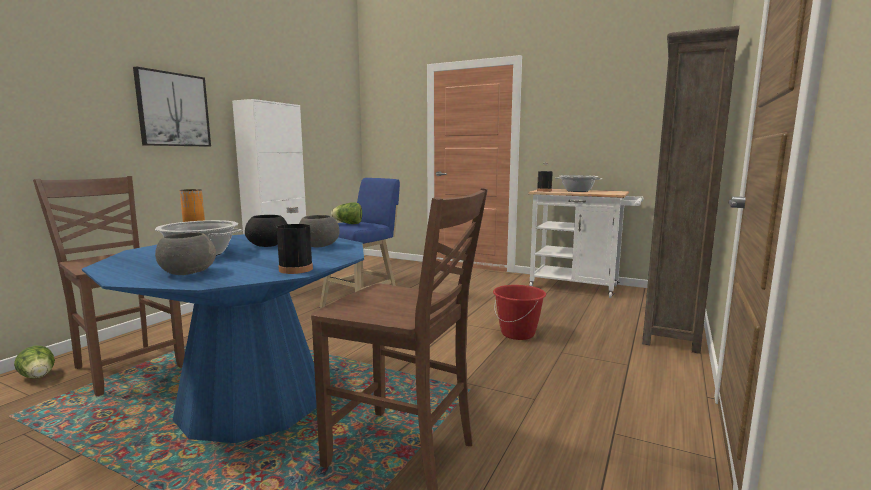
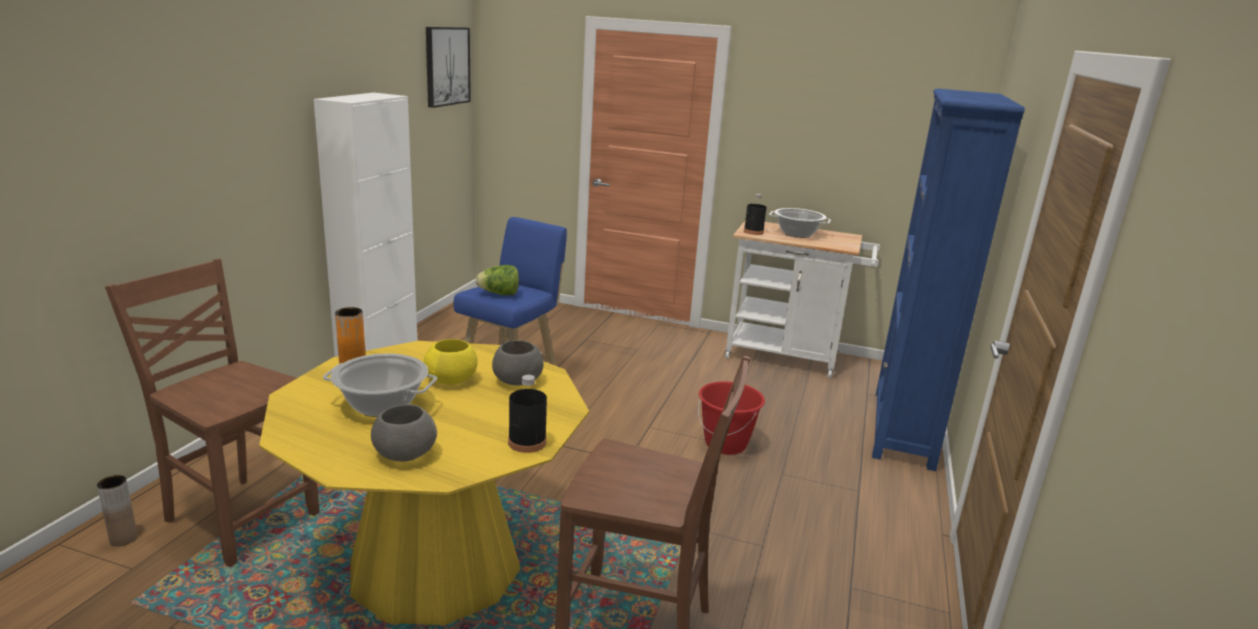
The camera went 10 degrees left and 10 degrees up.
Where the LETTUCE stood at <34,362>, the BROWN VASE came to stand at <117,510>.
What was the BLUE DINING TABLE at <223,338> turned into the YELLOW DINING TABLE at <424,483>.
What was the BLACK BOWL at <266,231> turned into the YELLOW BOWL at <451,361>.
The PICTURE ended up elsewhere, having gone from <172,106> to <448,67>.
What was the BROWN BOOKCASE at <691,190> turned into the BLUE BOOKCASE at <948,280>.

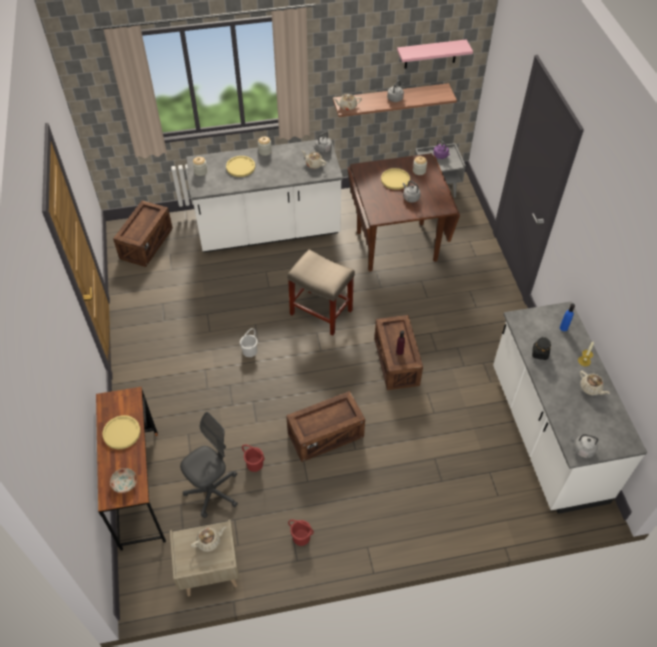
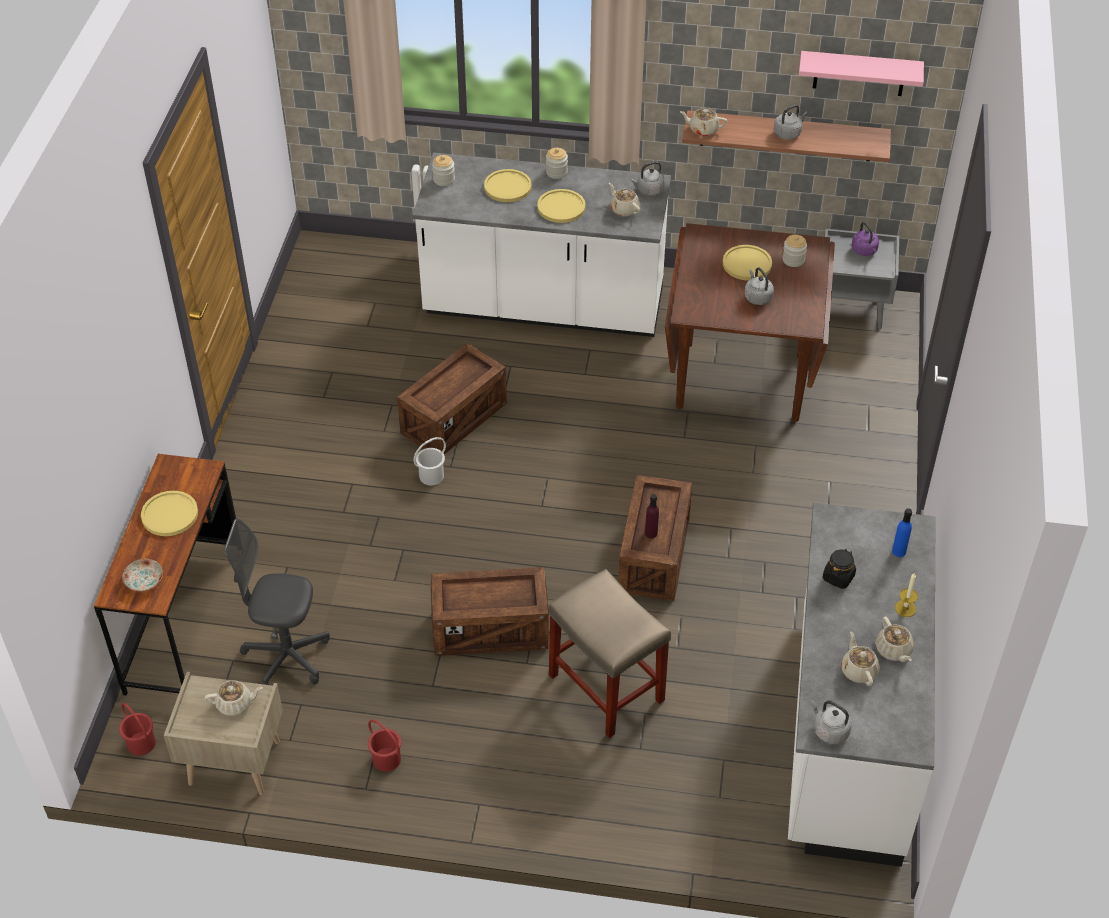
The camera went 20 degrees right and 5 degrees down.
The RED BUCKET ended up elsewhere, having gone from <253,458> to <137,729>.
The GREY OFFICE CHAIR at <209,465> ended up facing another way, 150 degrees counterclockwise from before.
The CRATE ended up elsewhere, having gone from <143,233> to <452,398>.
The second view gained the YELLOW PLATE at <561,206>.
The BEIGE STOOL ended up elsewhere, having gone from <321,292> to <609,653>.
The second view gained the BEIGE TEAPOT at <860,658>.

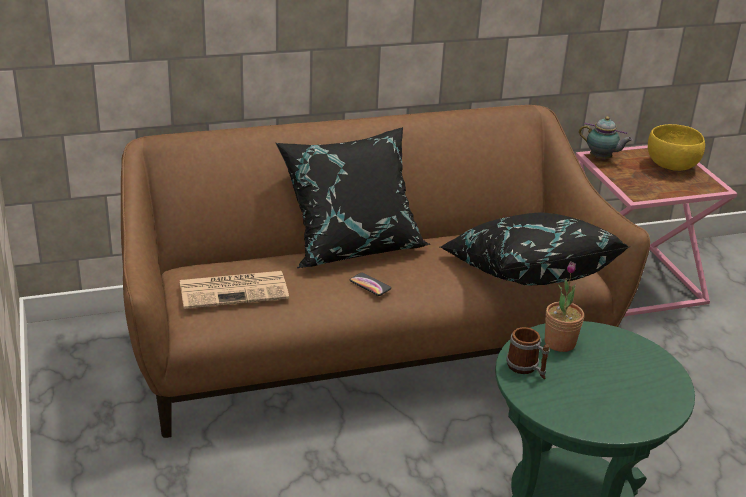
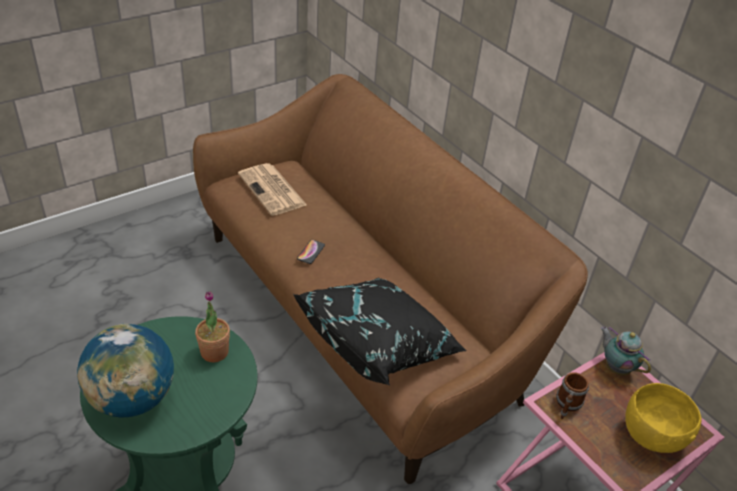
The camera went 70 degrees right and 10 degrees up.
The second view gained the GLOBE at <125,370>.
The MUG ended up elsewhere, having gone from <528,353> to <572,395>.
The TEAPOT at <606,138> ended up facing another way, 135 degrees clockwise from before.
The second view lost the BLACK PILLOW at <353,197>.

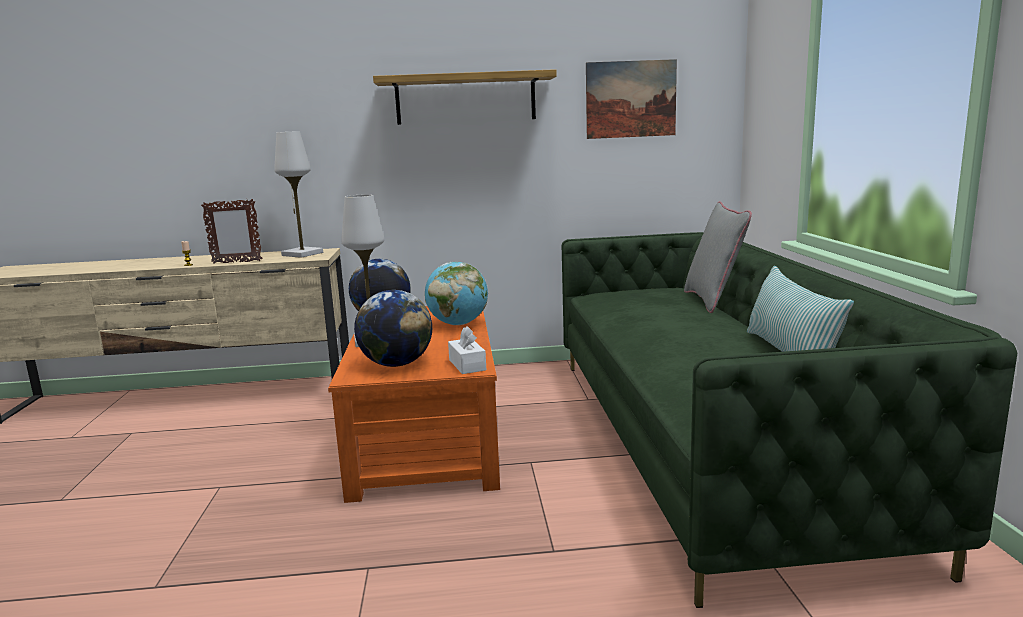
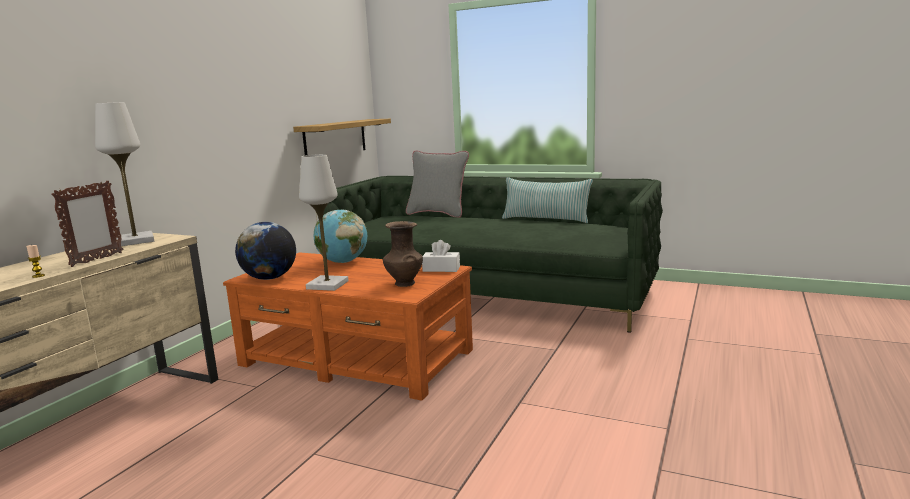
The camera went 60 degrees left and 0 degrees up.
The SHELF ended up elsewhere, having gone from <465,97> to <342,137>.
Where the GLOBE stood at <393,328>, the BROWN VASE came to stand at <403,254>.
The second view lost the PICTURE at <631,99>.

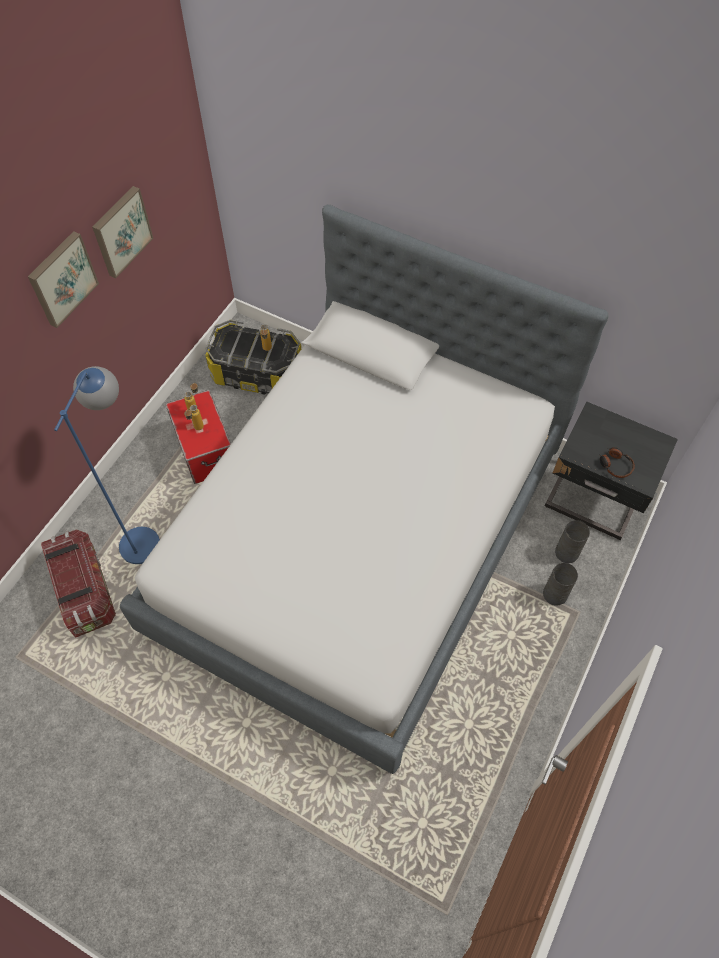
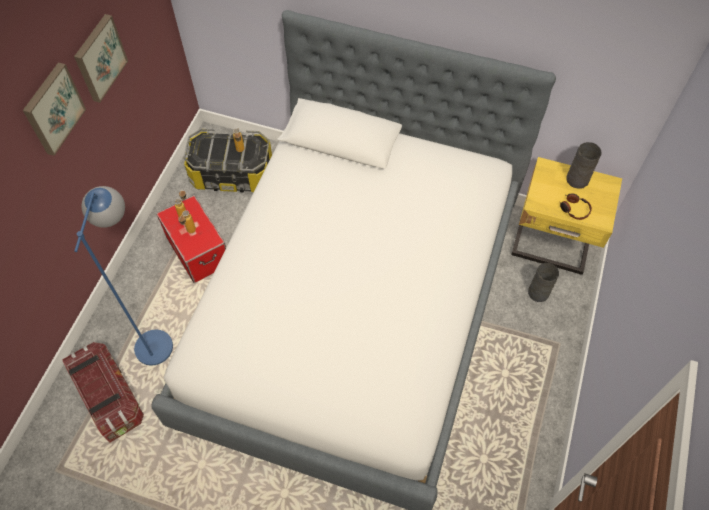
The camera went 10 degrees left and 0 degrees up.
What was the BLACK NIGHTSTAND at <611,471> turned into the YELLOW NIGHTSTAND at <566,216>.
The GREY VASE ended up elsewhere, having gone from <560,584> to <583,165>.

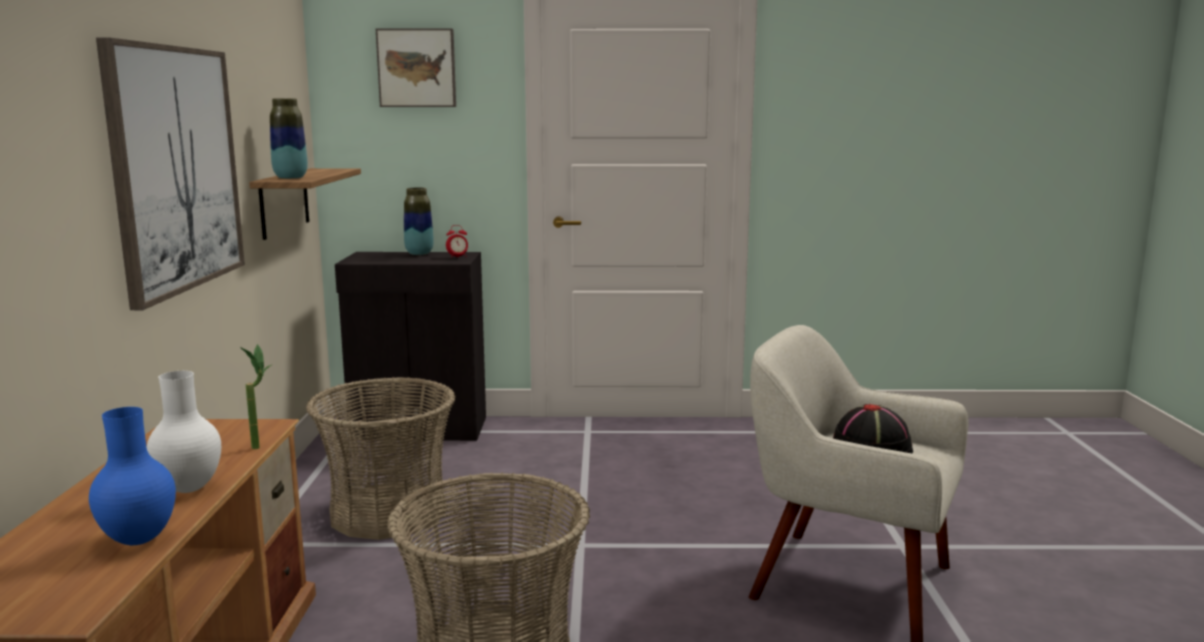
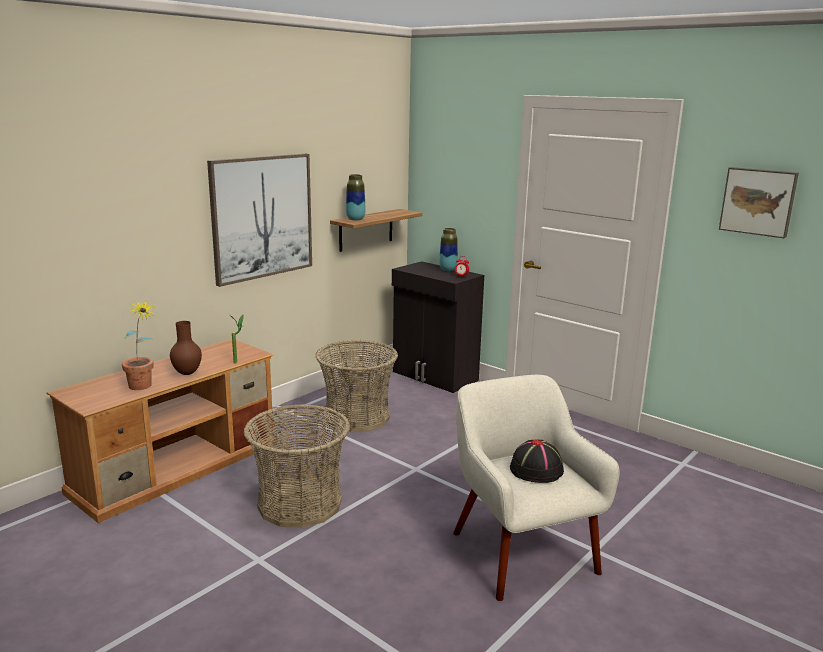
The camera went 40 degrees right and 5 degrees up.
Where the BLUE VASE stood at <132,476>, the POTTED PLANT came to stand at <139,345>.
What was the WHITE VASE at <184,432> turned into the BROWN VASE at <186,348>.
The PICTURE ended up elsewhere, having gone from <416,67> to <759,202>.

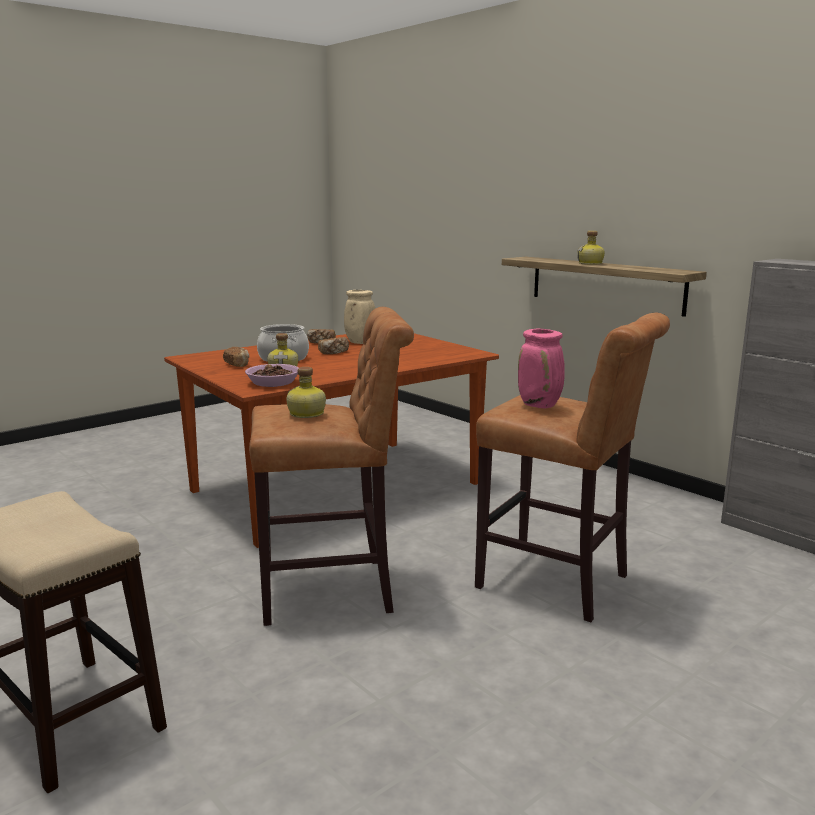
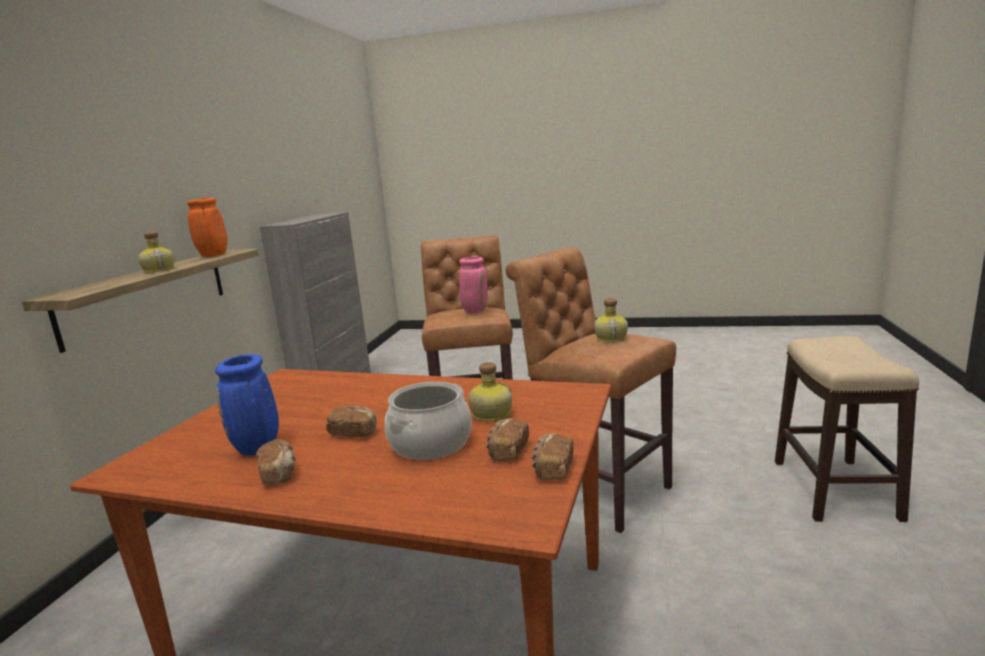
The camera went 125 degrees left and 0 degrees up.
The second view gained the ORANGE VASE at <207,227>.
What was the BEIGE VASE at <359,317> turned into the BLUE VASE at <247,404>.
The second view gained the BREAD at <552,457>.
The second view lost the BOWL at <272,375>.

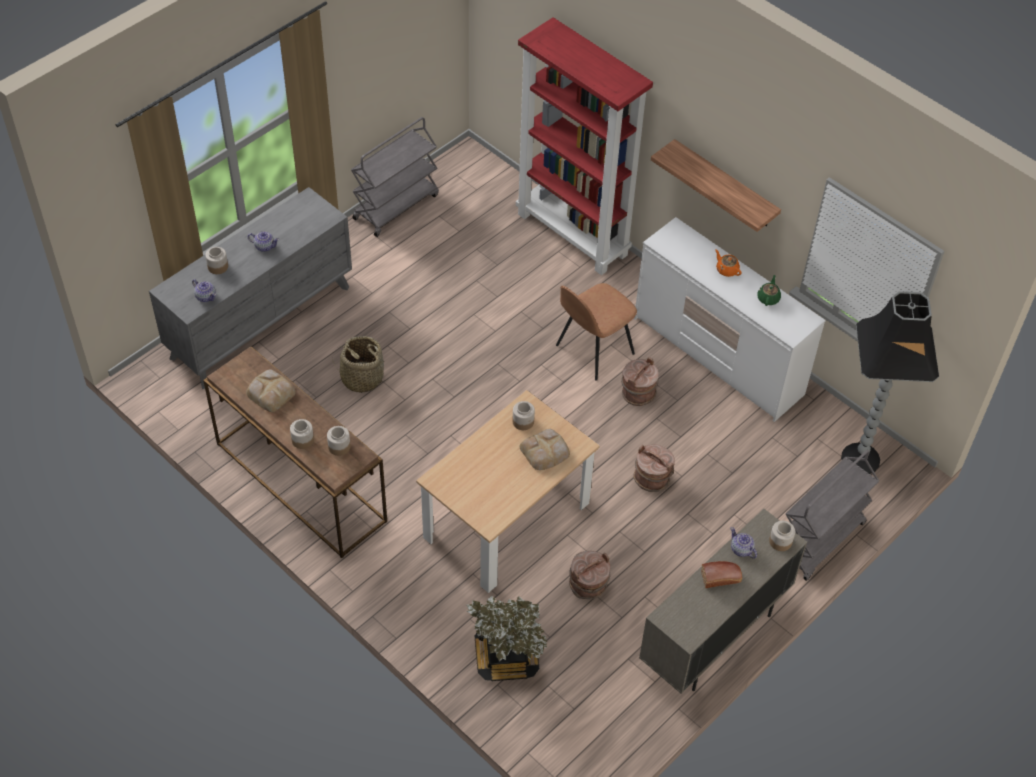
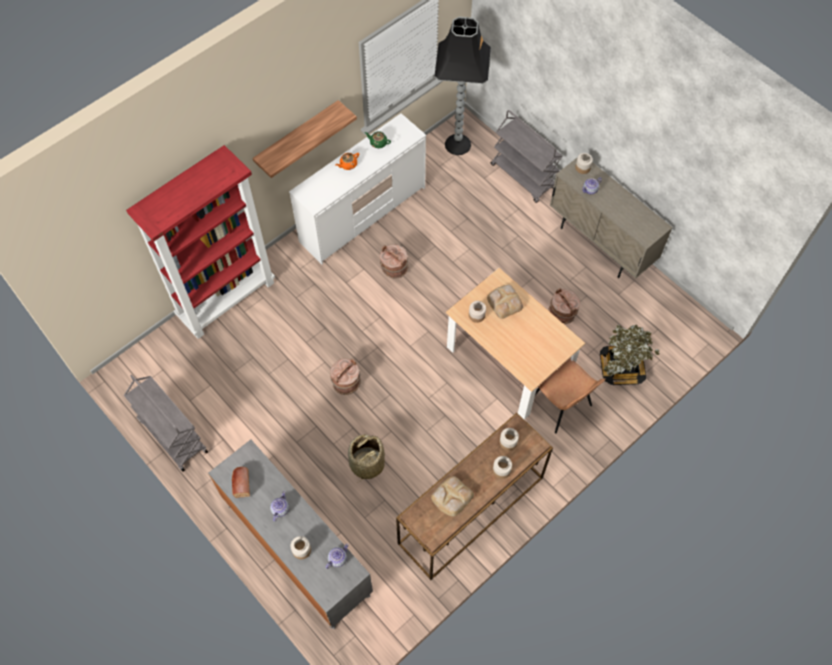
The camera went 85 degrees left and 10 degrees up.
The BREAD ended up elsewhere, having gone from <721,574> to <241,482>.
The BROWN BUCKET ended up elsewhere, having gone from <654,468> to <345,377>.
The BROWN CHAIR ended up elsewhere, having gone from <596,331> to <570,395>.

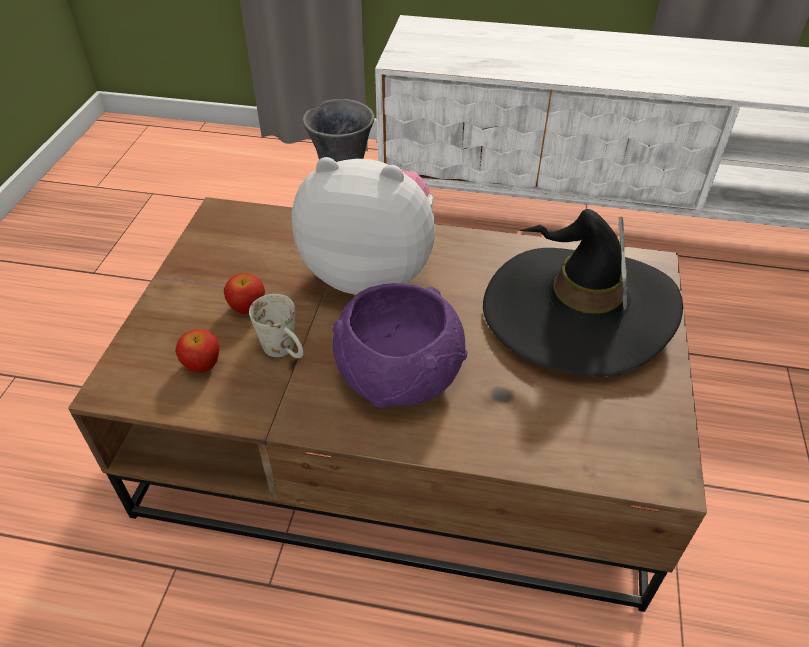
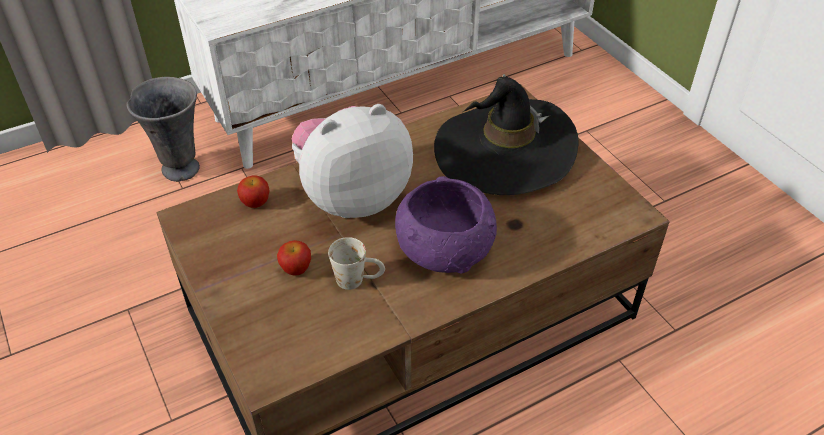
The camera went 40 degrees left and 0 degrees up.
The APPLE ended up elsewhere, having gone from <197,351> to <253,192>.

